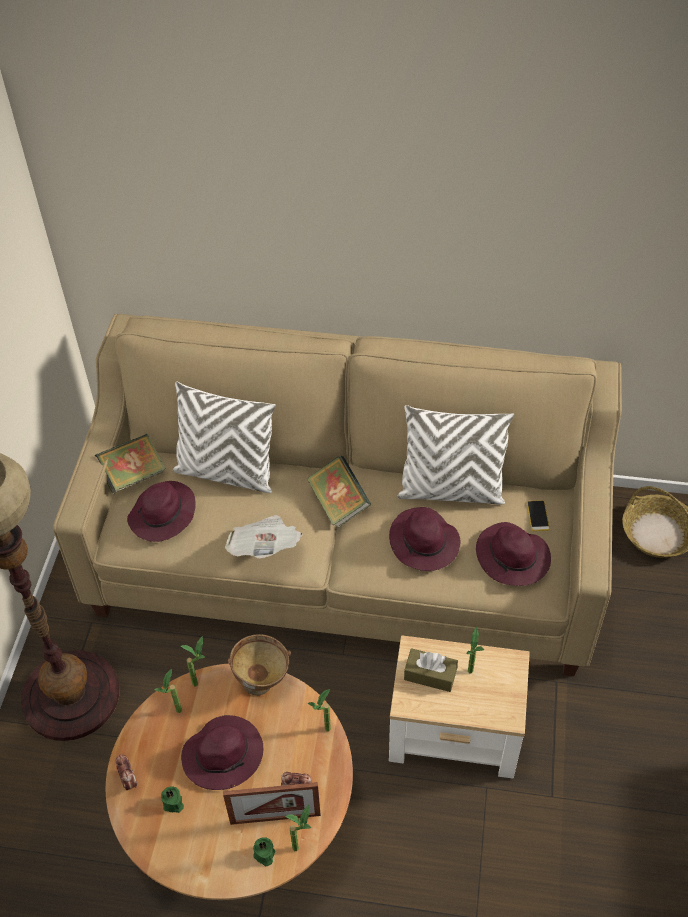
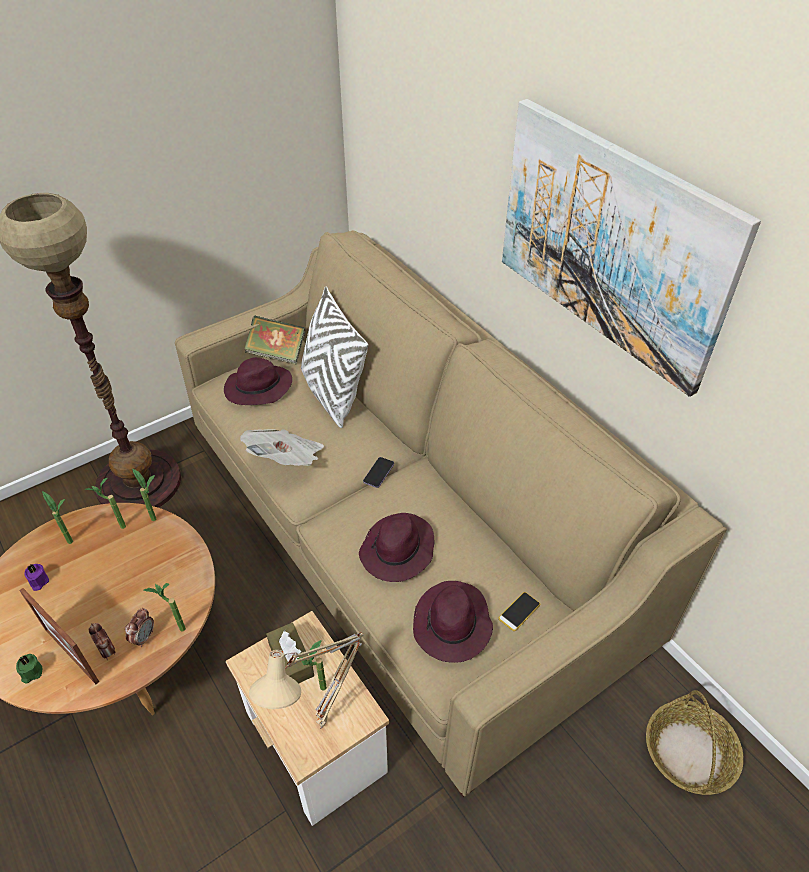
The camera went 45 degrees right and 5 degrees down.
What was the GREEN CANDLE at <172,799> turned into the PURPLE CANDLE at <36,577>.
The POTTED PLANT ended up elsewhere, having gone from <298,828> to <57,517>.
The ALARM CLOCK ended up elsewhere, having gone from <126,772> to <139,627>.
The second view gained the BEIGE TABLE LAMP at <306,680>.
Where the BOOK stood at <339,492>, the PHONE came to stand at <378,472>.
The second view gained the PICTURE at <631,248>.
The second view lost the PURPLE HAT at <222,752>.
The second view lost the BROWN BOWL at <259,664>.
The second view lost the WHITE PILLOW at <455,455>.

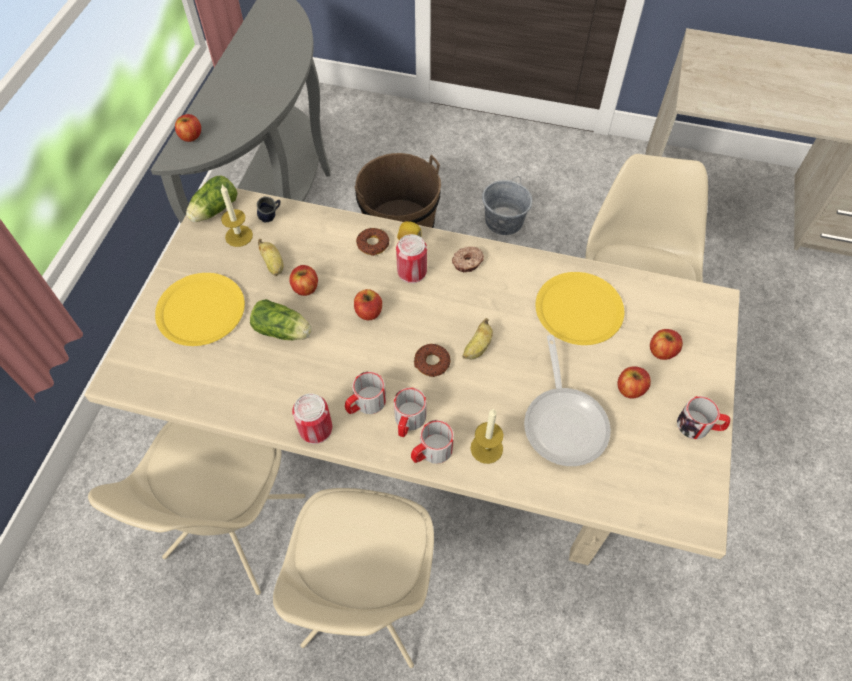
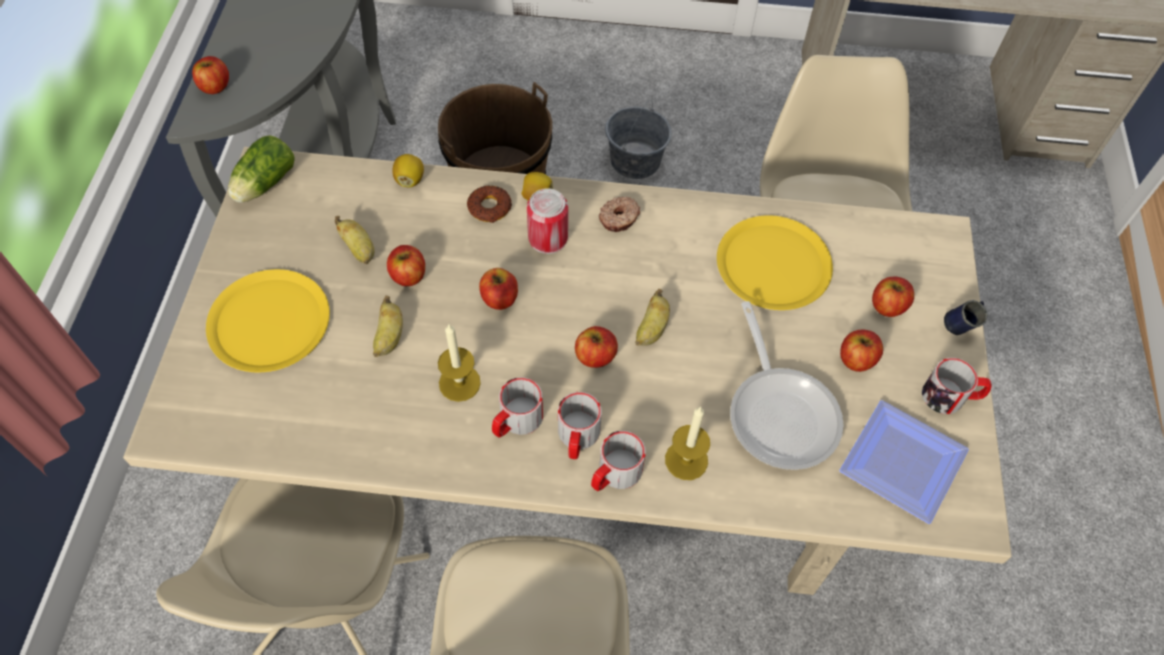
The camera went 10 degrees left and 0 degrees up.
Where the LETTUCE stood at <281,319>, the BANANA came to stand at <388,326>.
The second view gained the LEMON at <408,170>.
The CANDLE ended up elsewhere, having gone from <237,216> to <459,363>.
Where the DONUT stood at <432,360>, the APPLE came to stand at <596,347>.
The second view gained the PLATE at <904,462>.
The BLUE MUG ended up elsewhere, having gone from <269,210> to <966,317>.
The second view lost the CAN at <312,419>.

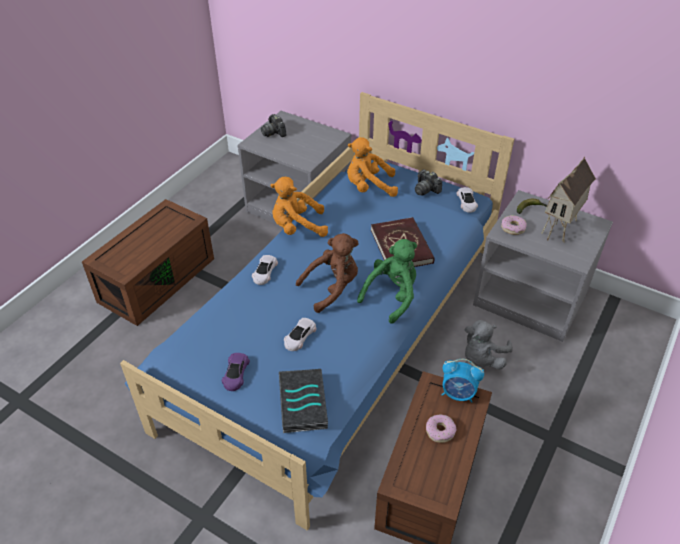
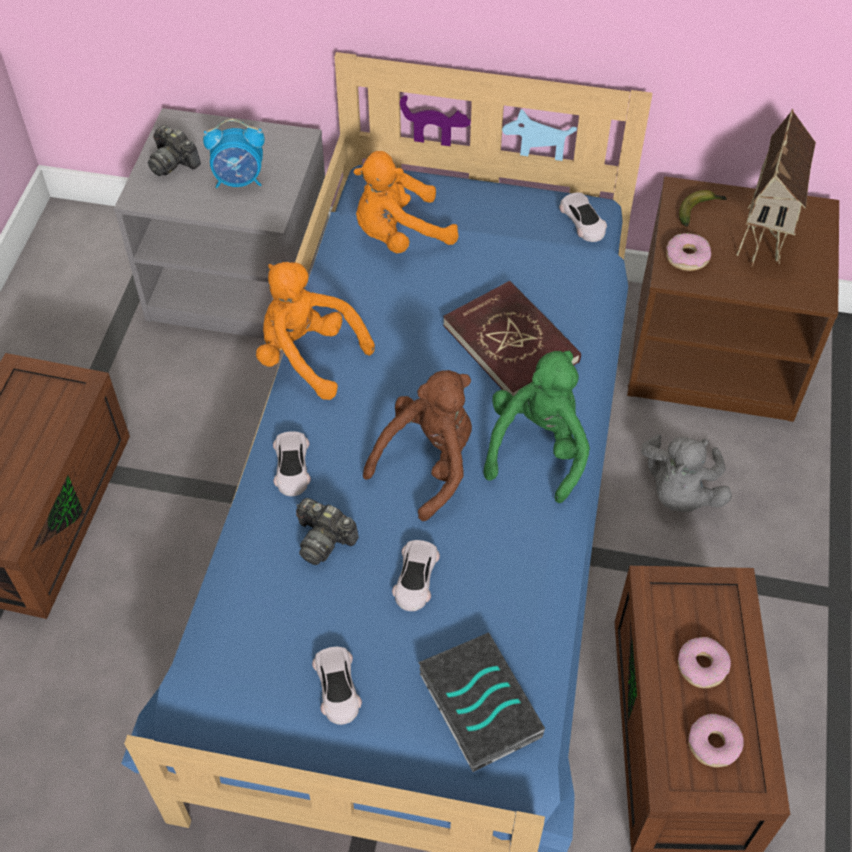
The camera went 20 degrees left and 10 degrees up.
The ALARM CLOCK ended up elsewhere, having gone from <463,380> to <234,153>.
The ORANGE PLUSH TOY at <299,207> ended up facing another way, 60 degrees clockwise from before.
The PHOTO CAMERA ended up elsewhere, having gone from <428,182> to <327,531>.
What was the PURPLE TOY CAR at <236,372> turned into the WHITE TOY CAR at <337,686>.
What was the GREY NIGHTSTAND at <543,266> turned into the BROWN NIGHTSTAND at <733,299>.
The second view gained the DONUT at <716,740>.

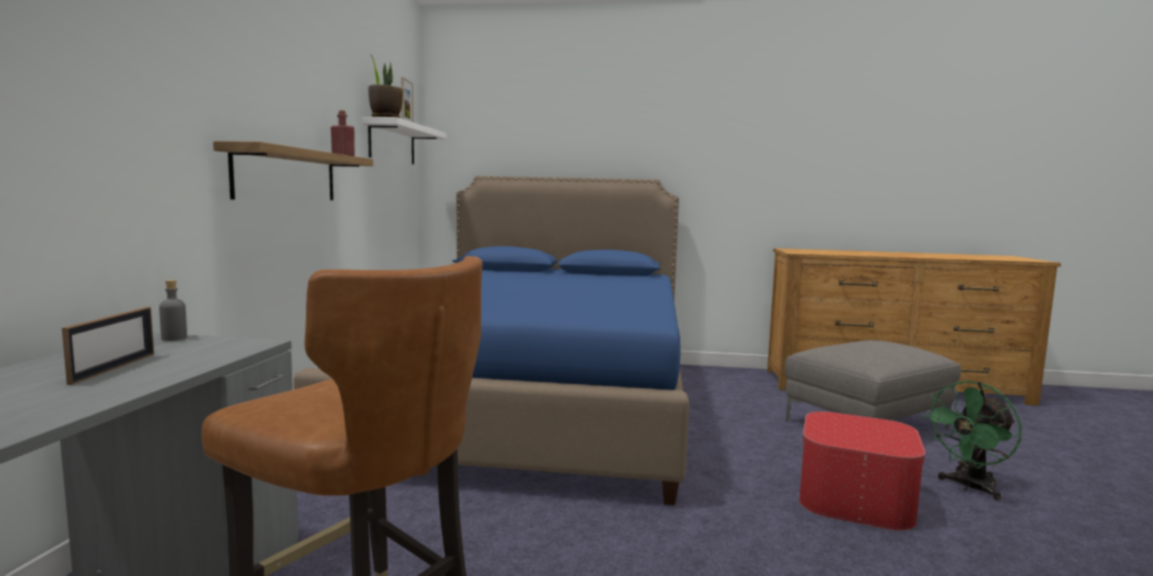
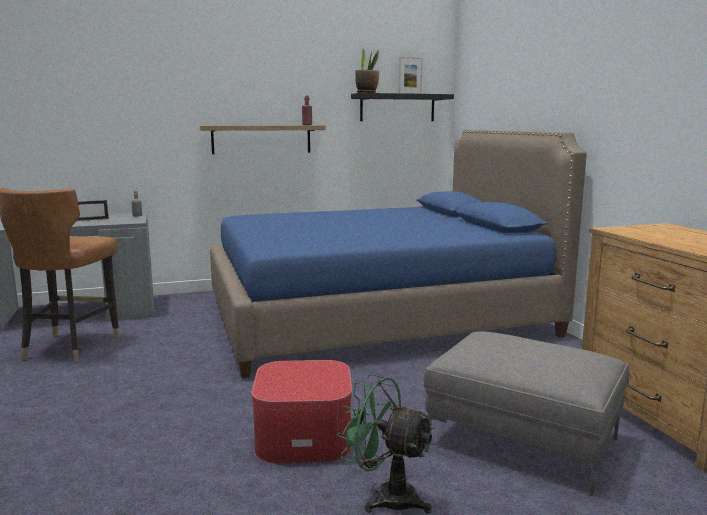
The camera went 65 degrees right and 5 degrees up.
What was the WHITE SHELF at <404,140> turned into the BLACK SHELF at <402,107>.

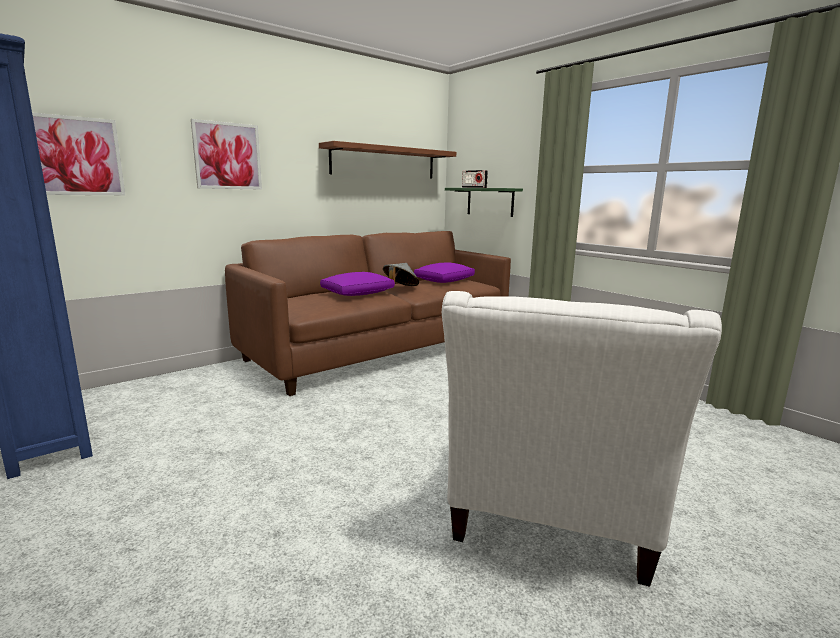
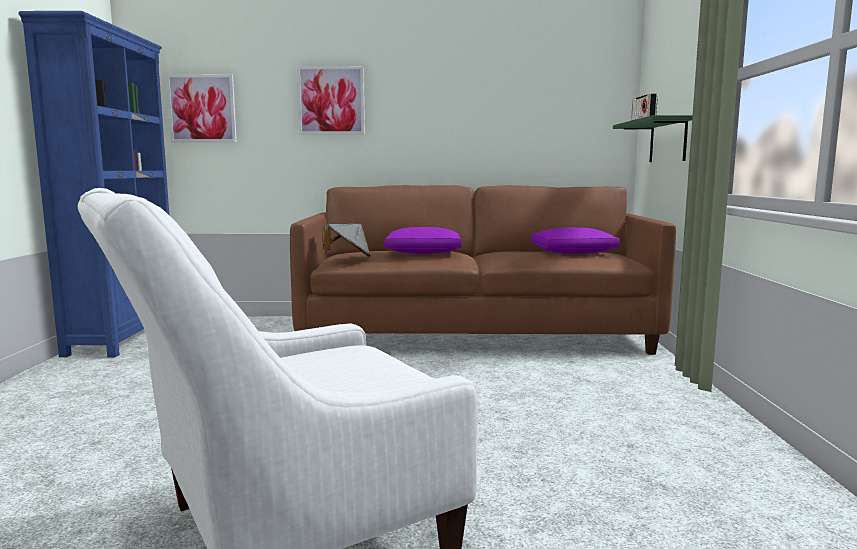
The camera went 40 degrees right and 5 degrees down.
The GREY HAT ended up elsewhere, having gone from <401,274> to <346,240>.
The second view lost the BROWN SHELF at <387,160>.

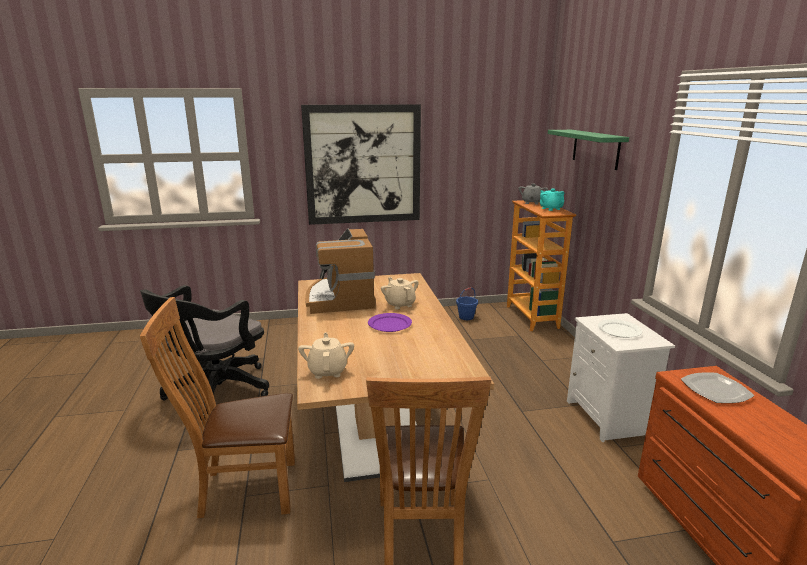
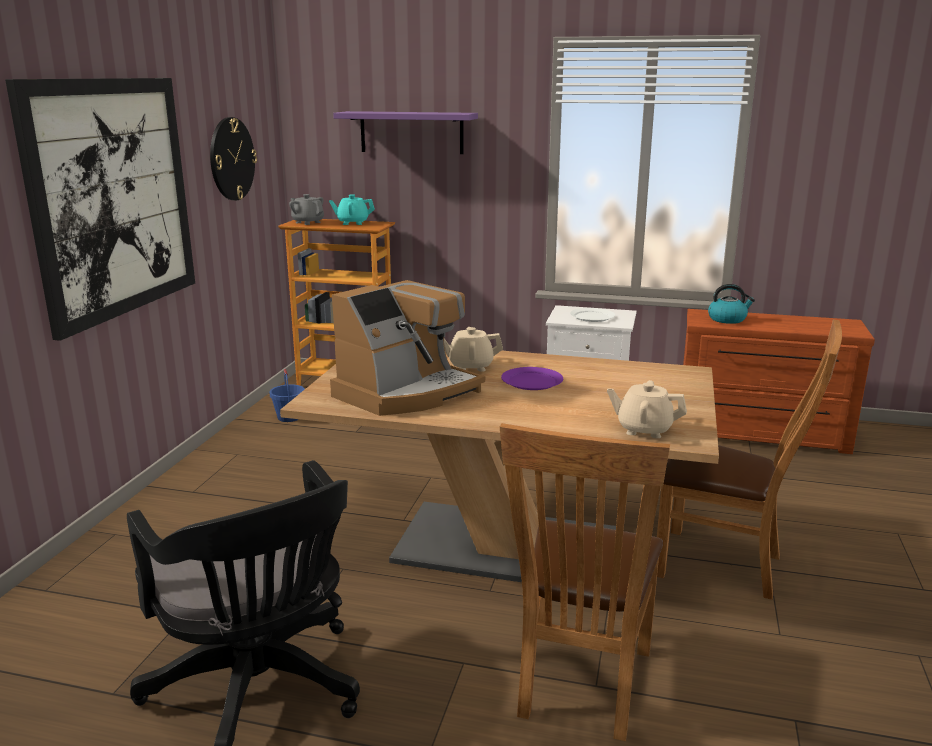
The camera went 65 degrees left and 0 degrees up.
The second view gained the WALL CLOCK at <233,158>.
The COFFEE MACHINE at <340,271> ended up facing another way, 60 degrees counterclockwise from before.
What was the GREEN SHELF at <588,150> turned into the PURPLE SHELF at <405,132>.
Where the PLATE stood at <717,387>, the KETTLE came to stand at <731,304>.

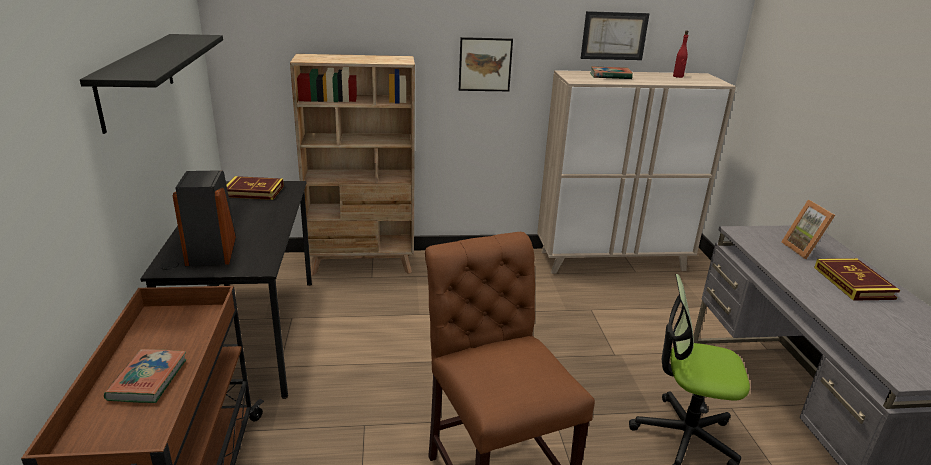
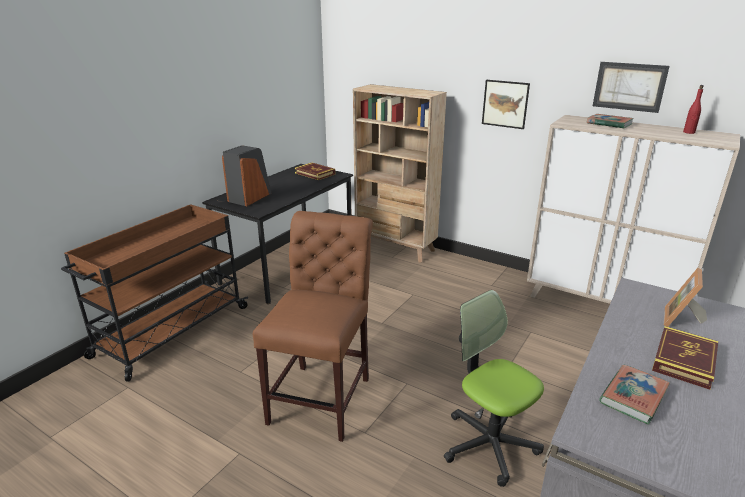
The camera went 40 degrees right and 0 degrees up.
The BOOK ended up elsewhere, having gone from <145,376> to <634,394>.
The second view lost the BLACK SHELF at <151,84>.

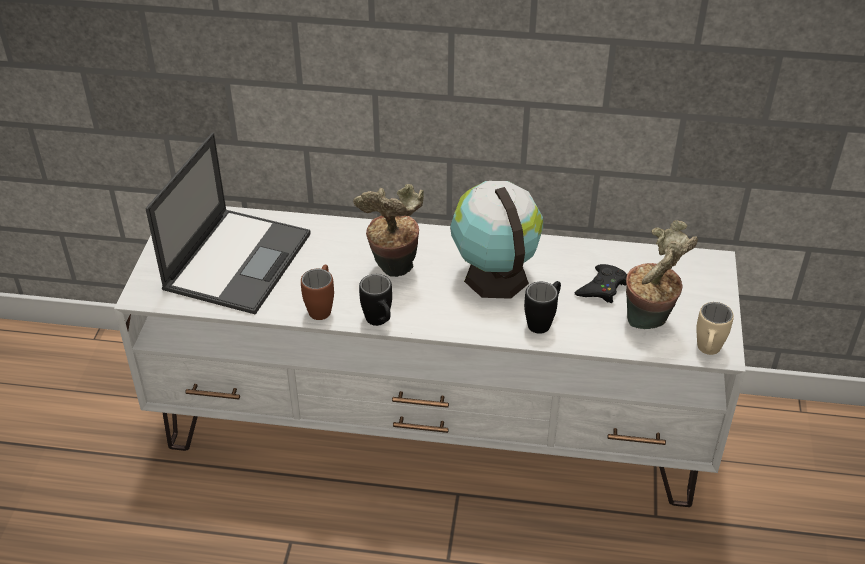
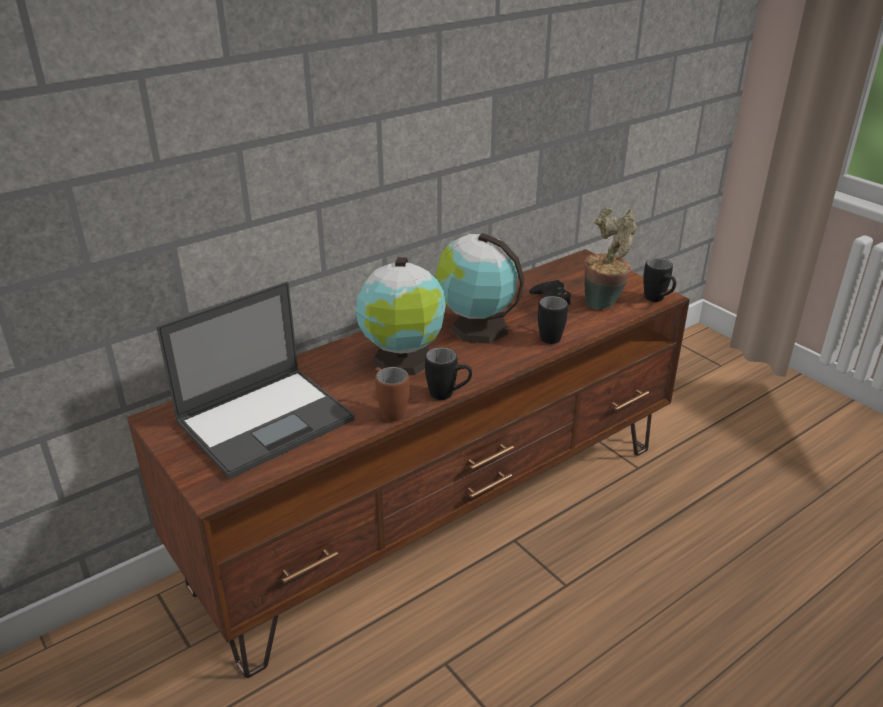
The camera went 45 degrees left and 10 degrees down.
What was the WHITE TV STAND at <430,356> turned into the BROWN TV STAND at <408,463>.
The LAPTOP at <227,224> ended up facing another way, 75 degrees clockwise from before.
Where the POTTED PLANT stood at <388,230>, the GLOBE came to stand at <401,316>.
What was the BEIGE MUG at <715,328> turned into the BLACK MUG at <659,280>.

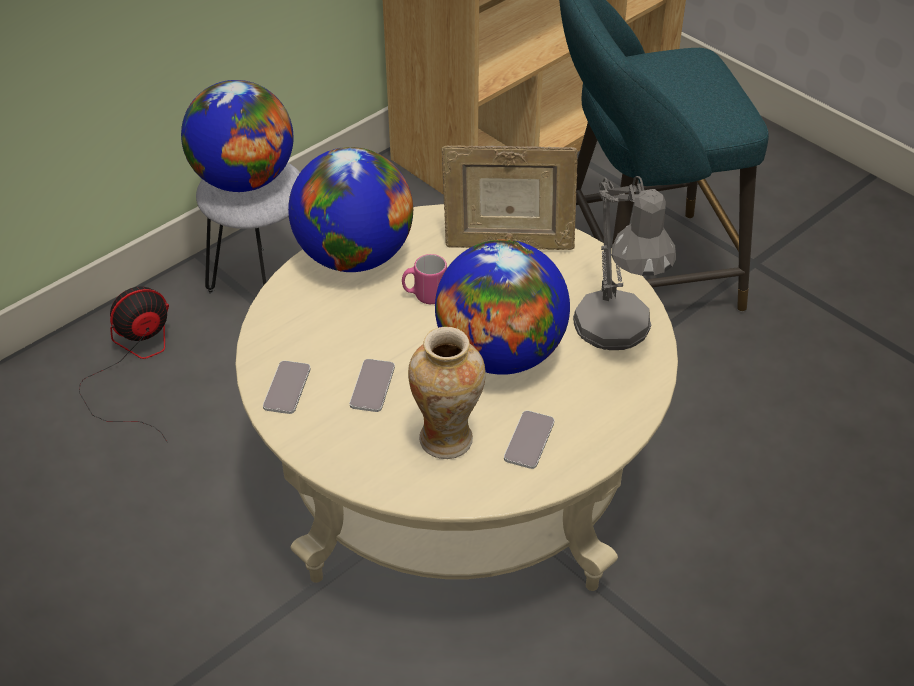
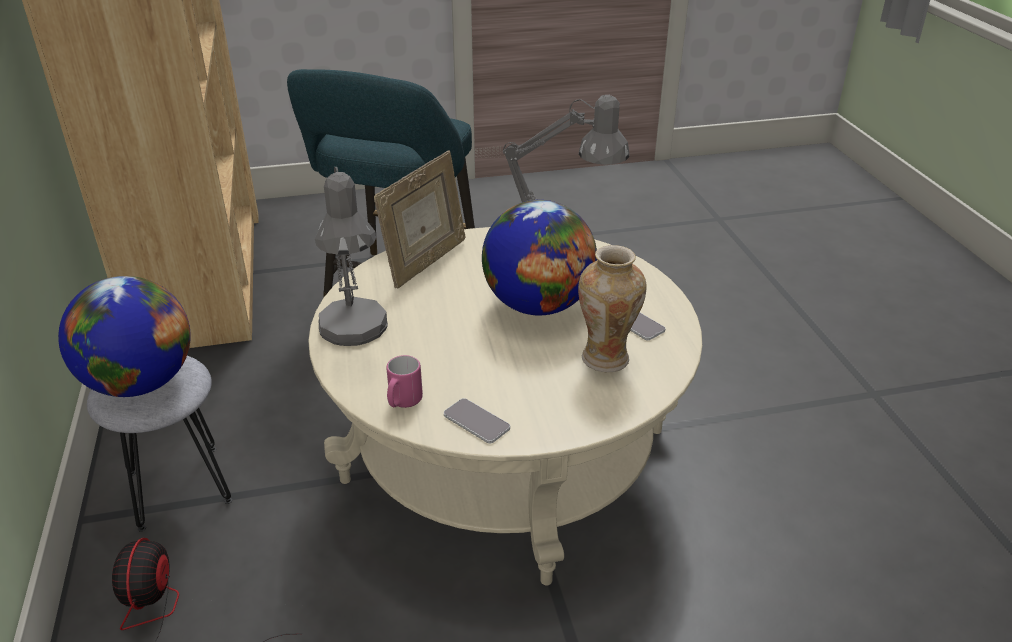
The camera went 60 degrees left and 10 degrees down.
Where the GLOBE stood at <350,209>, the GREY TABLE LAMP came to stand at <351,256>.
The PINK MUG ended up elsewhere, having gone from <424,279> to <405,381>.
The second view lost the PHONE at <372,385>.

